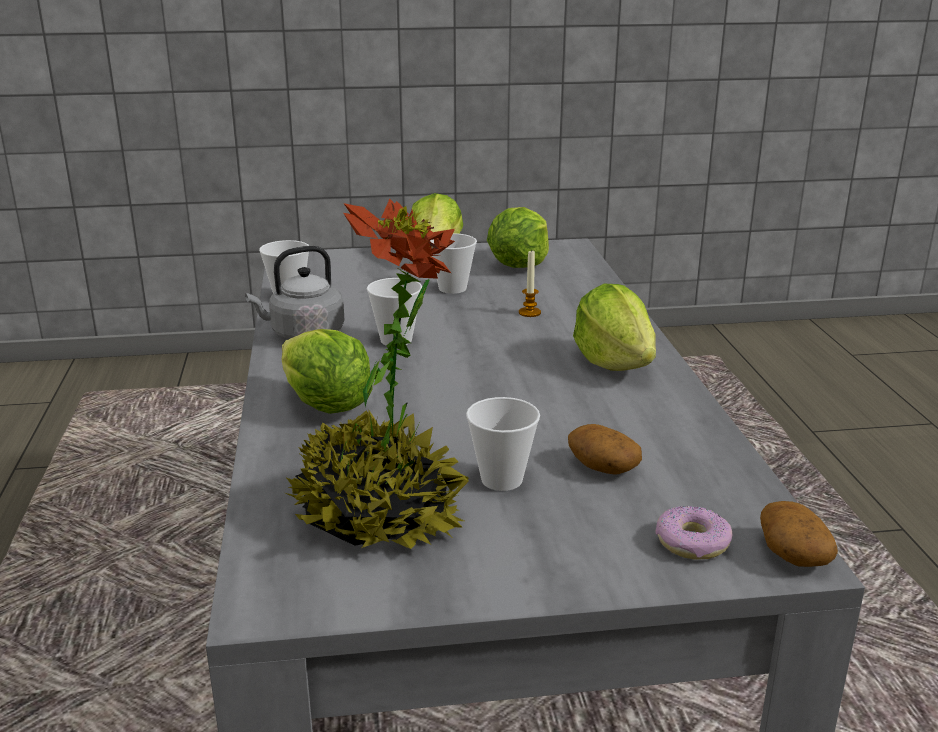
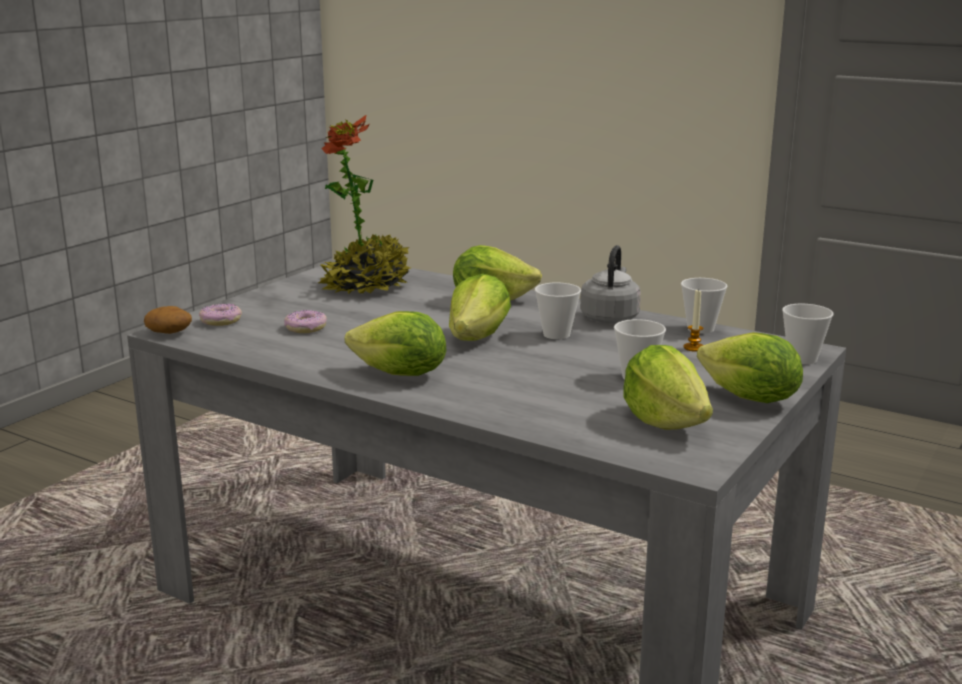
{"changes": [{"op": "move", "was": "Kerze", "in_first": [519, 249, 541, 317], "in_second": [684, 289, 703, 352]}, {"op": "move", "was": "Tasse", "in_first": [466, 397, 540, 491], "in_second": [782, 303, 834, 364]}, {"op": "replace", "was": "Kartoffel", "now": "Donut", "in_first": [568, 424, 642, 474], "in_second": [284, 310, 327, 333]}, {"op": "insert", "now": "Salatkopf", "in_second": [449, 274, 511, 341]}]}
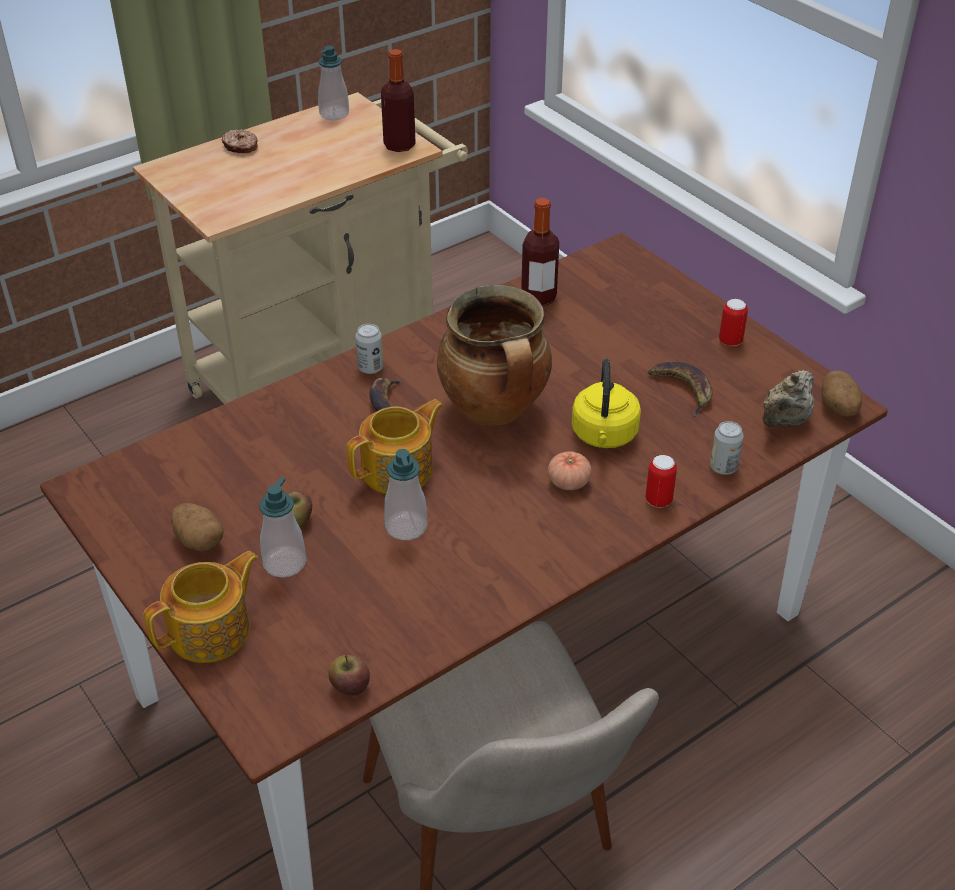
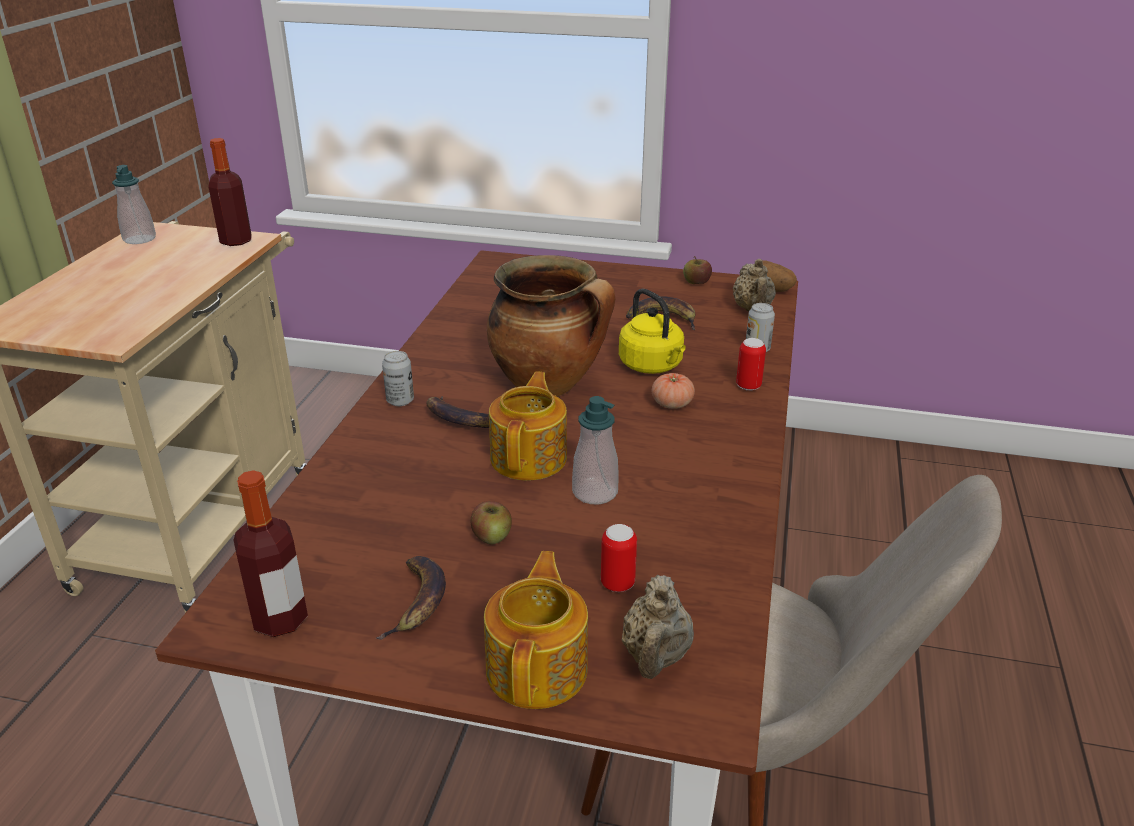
{"changes": [{"op": "delete", "was": "Donut", "in_first": [222, 129, 258, 153]}, {"op": "move", "was": "Flasche", "in_first": [521, 198, 559, 306], "in_second": [233, 470, 308, 637]}, {"op": "move", "was": "Dose", "in_first": [719, 299, 748, 346], "in_second": [601, 524, 637, 592]}, {"op": "delete", "was": "Seifenspender", "in_first": [259, 477, 306, 577]}, {"op": "replace", "was": "Kartoffel", "now": "Banane", "in_first": [171, 503, 223, 551], "in_second": [376, 556, 446, 640]}, {"op": "move", "was": "Apfel", "in_first": [328, 655, 370, 696], "in_second": [683, 256, 712, 284]}, {"op": "insert", "now": "Teekanne [beige]", "in_second": [621, 575, 694, 679]}]}
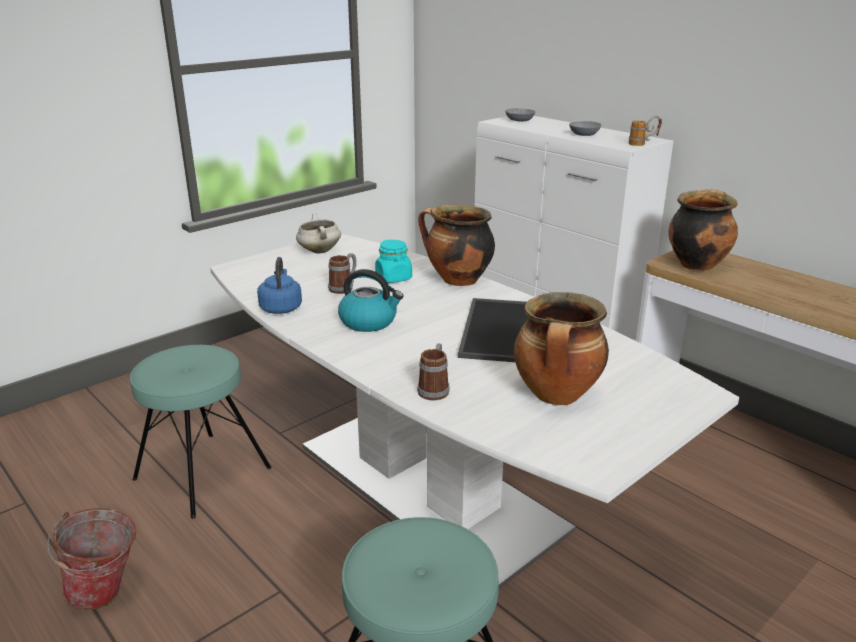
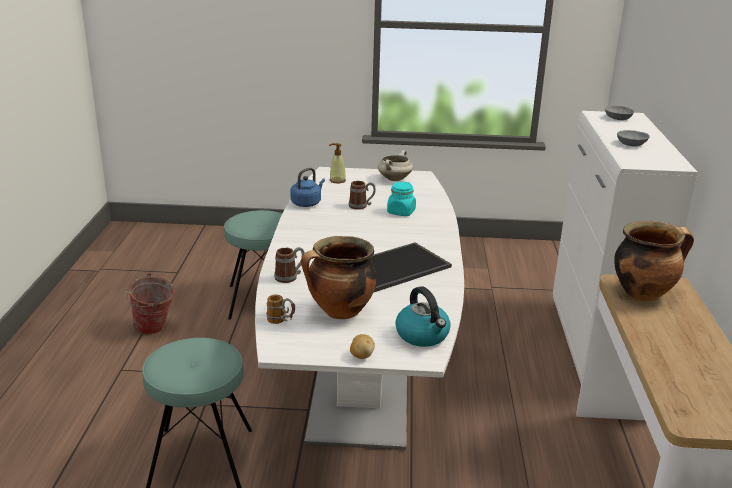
{"changes": [{"op": "move", "was": "Henkelbecher", "in_first": [629, 116, 662, 146], "in_second": [266, 294, 295, 324]}, {"op": "delete", "was": "Kochtopf", "in_first": [418, 205, 495, 286]}, {"op": "move", "was": "Wasserkessel", "in_first": [338, 269, 404, 332], "in_second": [395, 286, 451, 347]}, {"op": "insert", "now": "Seifenspender", "in_second": [329, 143, 346, 183]}, {"op": "insert", "now": "Kartoffel", "in_second": [350, 334, 375, 359]}]}
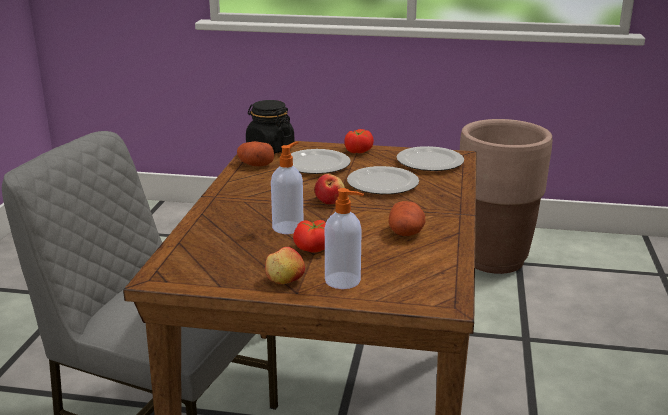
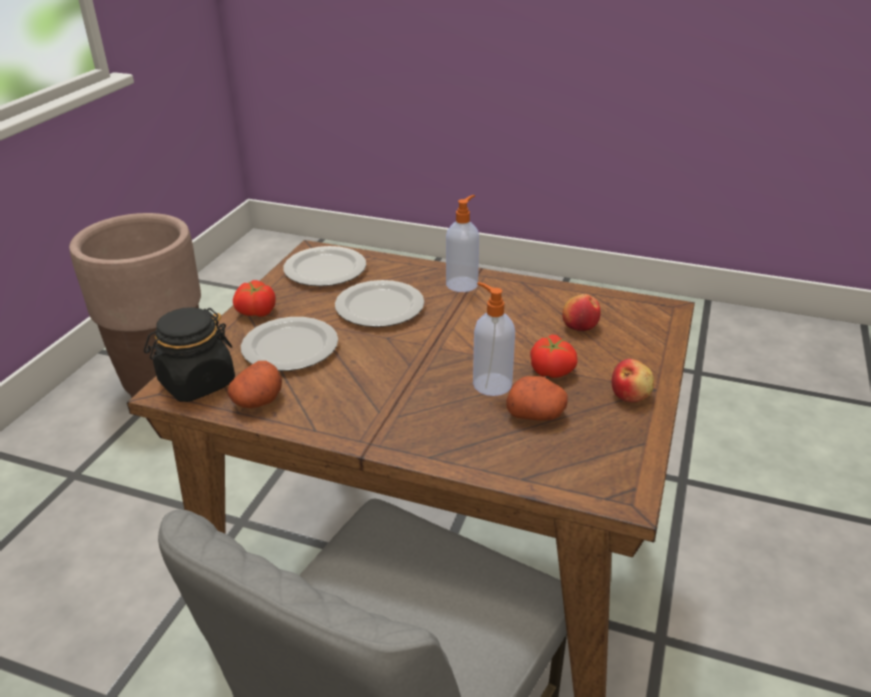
{"changes": [{"op": "move", "was": "Apfel", "in_first": [314, 174, 345, 204], "in_second": [562, 294, 601, 331]}, {"op": "move", "was": "Seifenspender", "in_first": [325, 188, 364, 289], "in_second": [446, 195, 479, 292]}, {"op": "move", "was": "Kartoffel", "in_first": [389, 201, 425, 236], "in_second": [506, 376, 568, 420]}]}
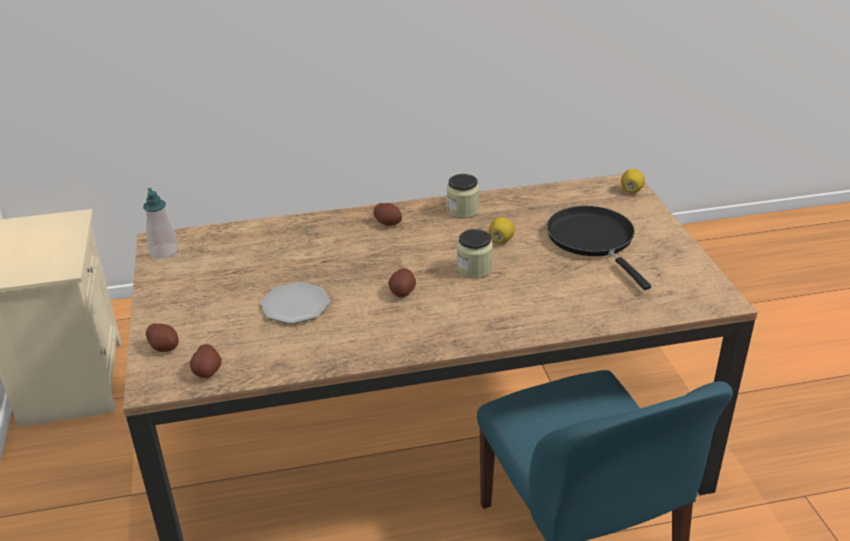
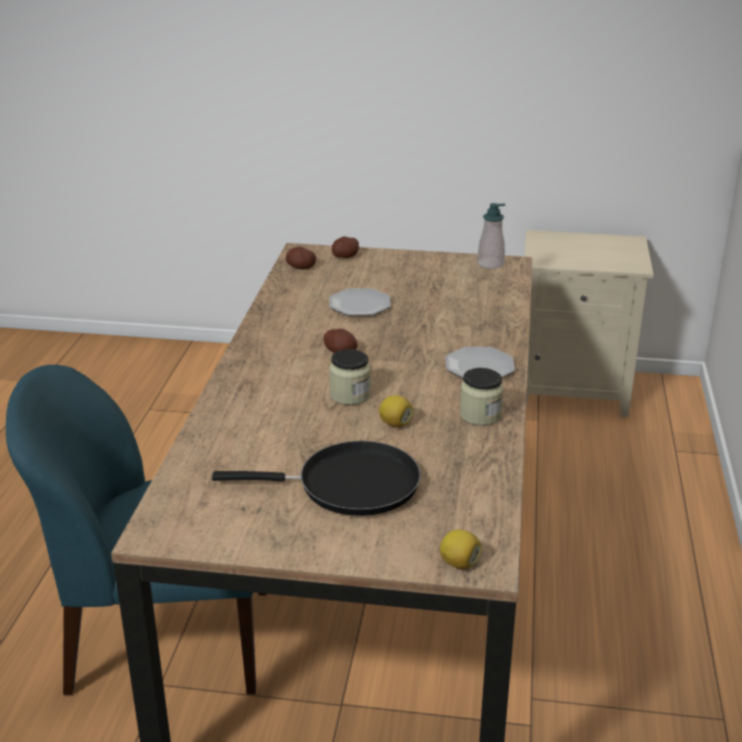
{"changes": [{"op": "replace", "was": "Kartoffel", "now": "Teller", "in_first": [374, 203, 402, 226], "in_second": [446, 347, 515, 379]}]}
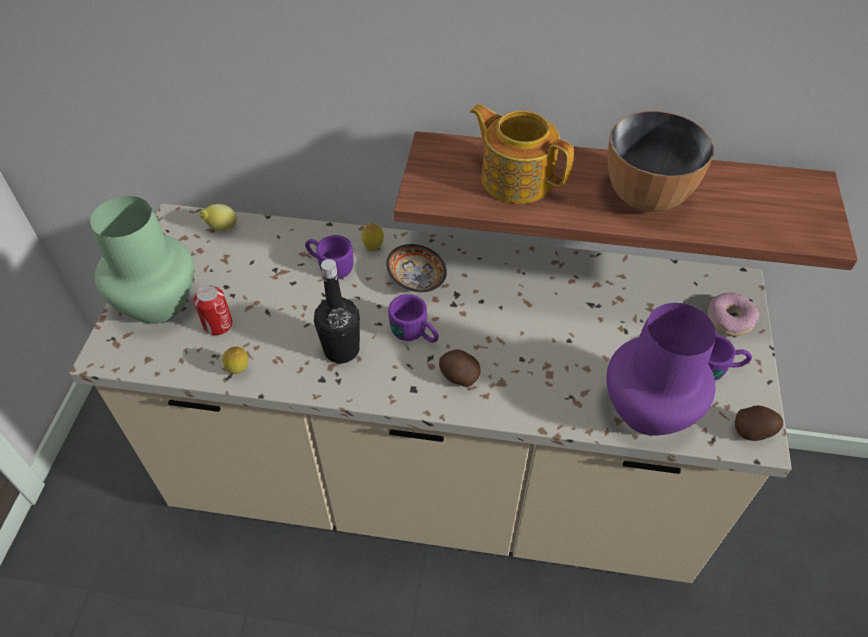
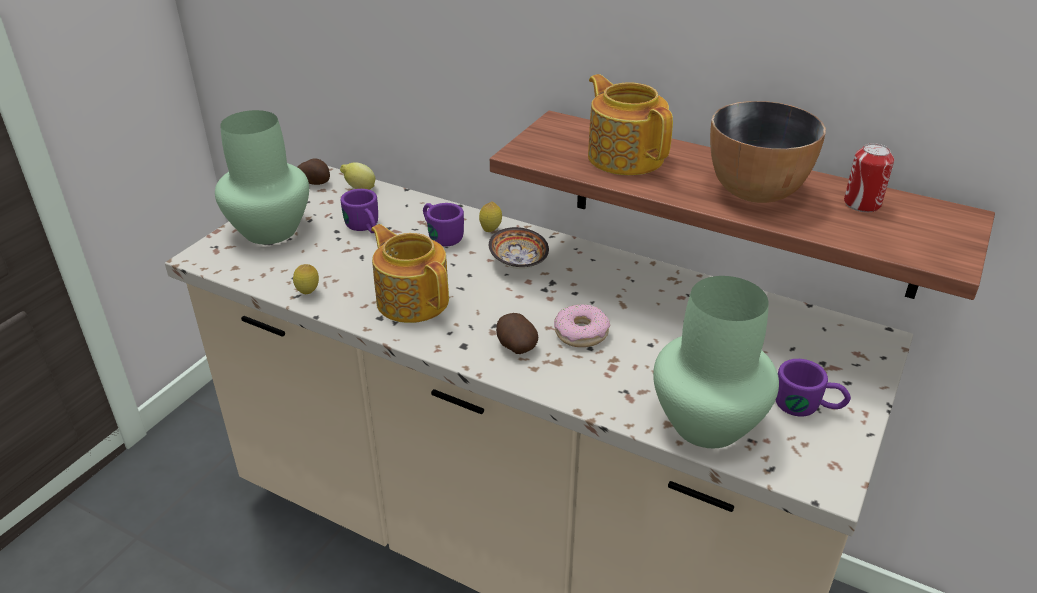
{"changes": [{"op": "replace", "was": "Flasche [schwarz]", "now": "Teekanne", "in_first": [314, 259, 360, 363], "in_second": [371, 224, 449, 323]}, {"op": "move", "was": "Dose", "in_first": [193, 285, 232, 335], "in_second": [844, 143, 894, 212]}, {"op": "move", "was": "Donut", "in_first": [707, 292, 759, 336], "in_second": [554, 304, 610, 347]}, {"op": "move", "was": "Henkelbecher [lila]", "in_first": [388, 294, 439, 343], "in_second": [341, 189, 378, 233]}, {"op": "recolor", "was": "Vase [lila]", "now": "Vase [grün]", "in_first": [606, 303, 716, 436], "in_second": [653, 276, 779, 448]}, {"op": "move", "was": "Kartoffel", "in_first": [735, 406, 783, 441], "in_second": [298, 158, 330, 185]}]}
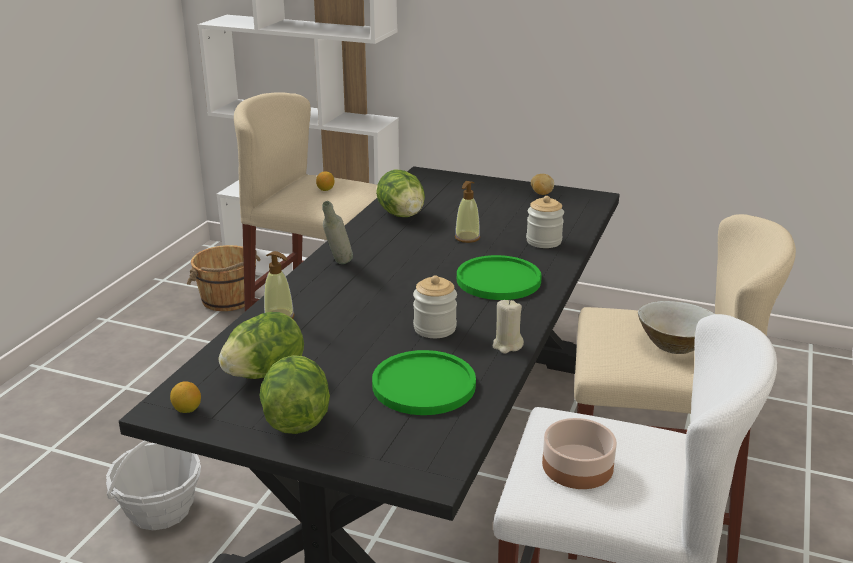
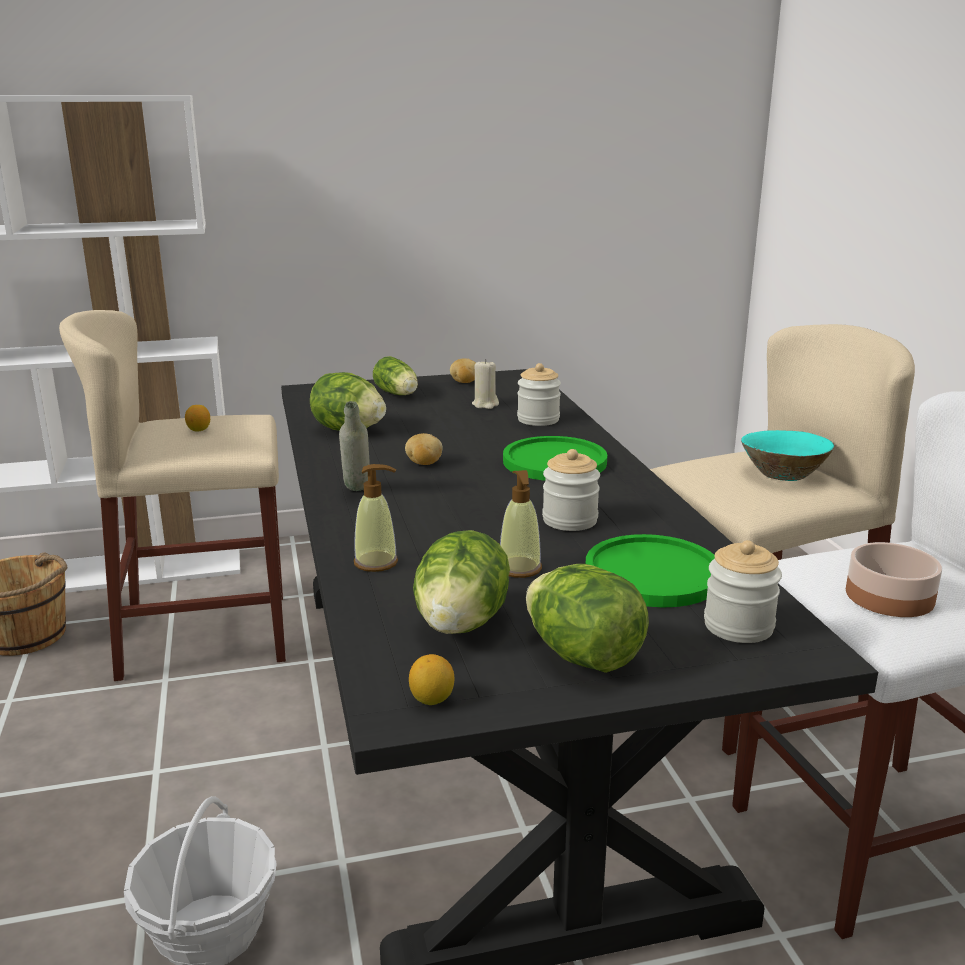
{"changes": [{"op": "move", "was": "Seifenspender", "in_first": [455, 181, 480, 243], "in_second": [500, 470, 542, 578]}, {"op": "move", "was": "Kerze [beige]", "in_first": [493, 300, 524, 354], "in_second": [472, 359, 499, 409]}, {"op": "recolor", "was": "Schüssel [beige]", "now": "Schüssel [türkis]", "in_first": [638, 301, 715, 354], "in_second": [741, 430, 834, 481]}, {"op": "insert", "now": "Salatkopf", "in_second": [373, 356, 418, 395]}, {"op": "insert", "now": "Kartoffel", "in_second": [405, 433, 443, 465]}, {"op": "insert", "now": "Vorratsglas", "in_second": [704, 540, 782, 643]}]}
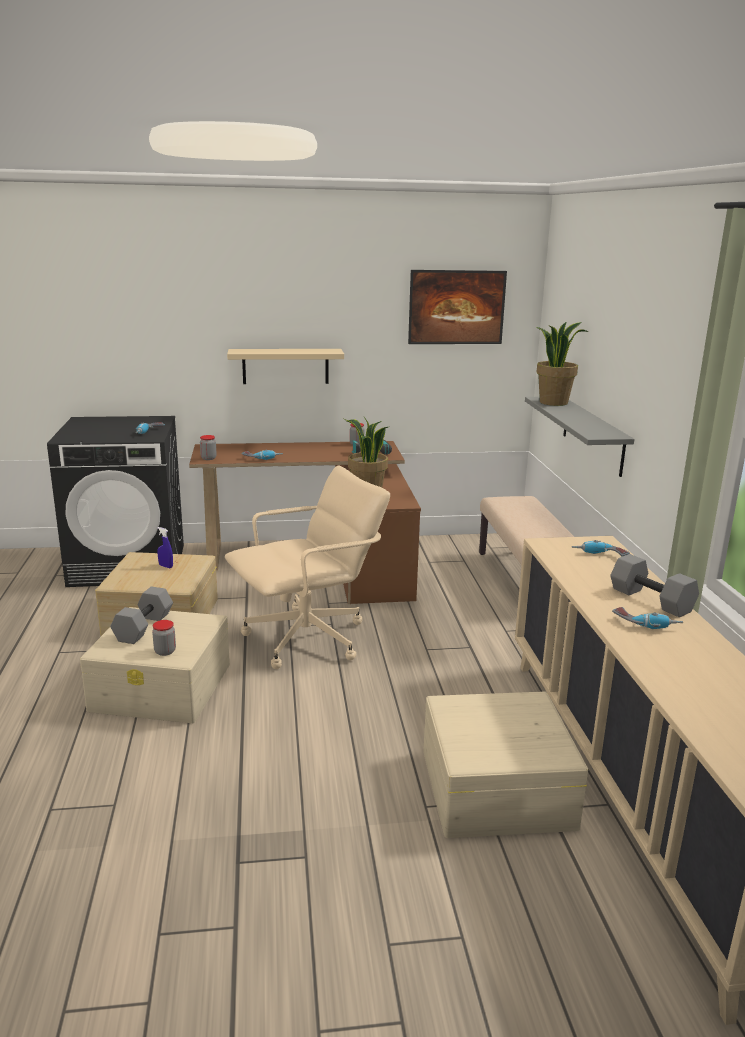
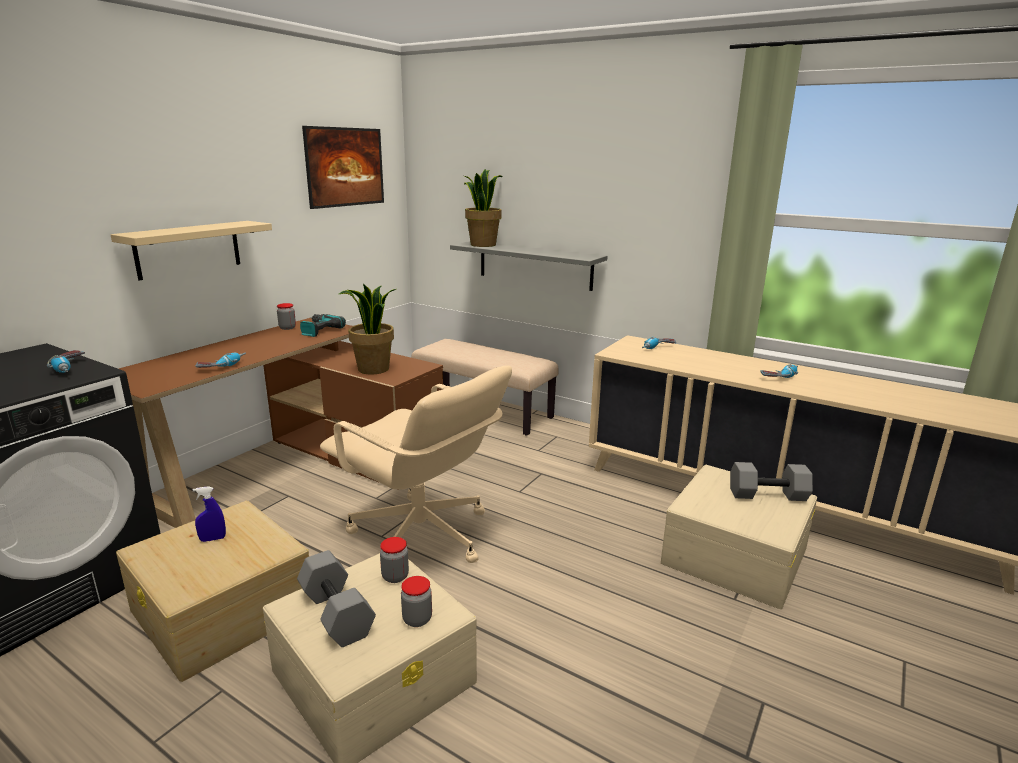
{"changes": [{"op": "move", "was": "Vorratsglas", "in_first": [200, 435, 217, 460], "in_second": [380, 537, 409, 583]}, {"op": "rotate", "was": "Bürostuhl [beige]", "in_first": [225, 465, 390, 669], "in_second": [320, 366, 512, 563], "clockwise": 120}, {"op": "move", "was": "Hantel [grau]", "in_first": [610, 554, 699, 617], "in_second": [730, 462, 813, 501]}]}
